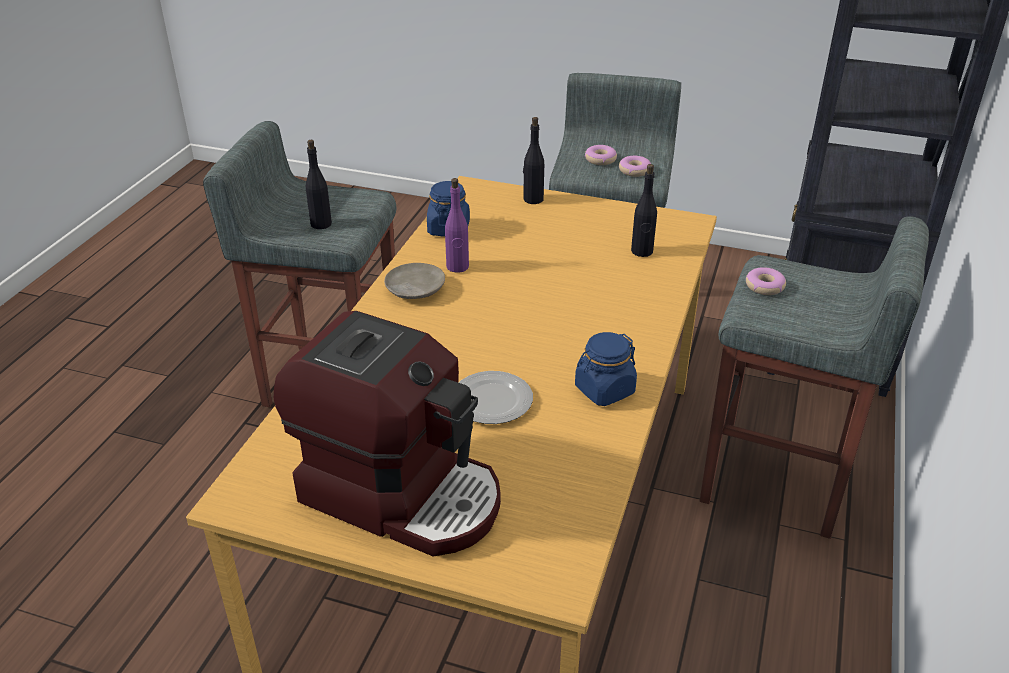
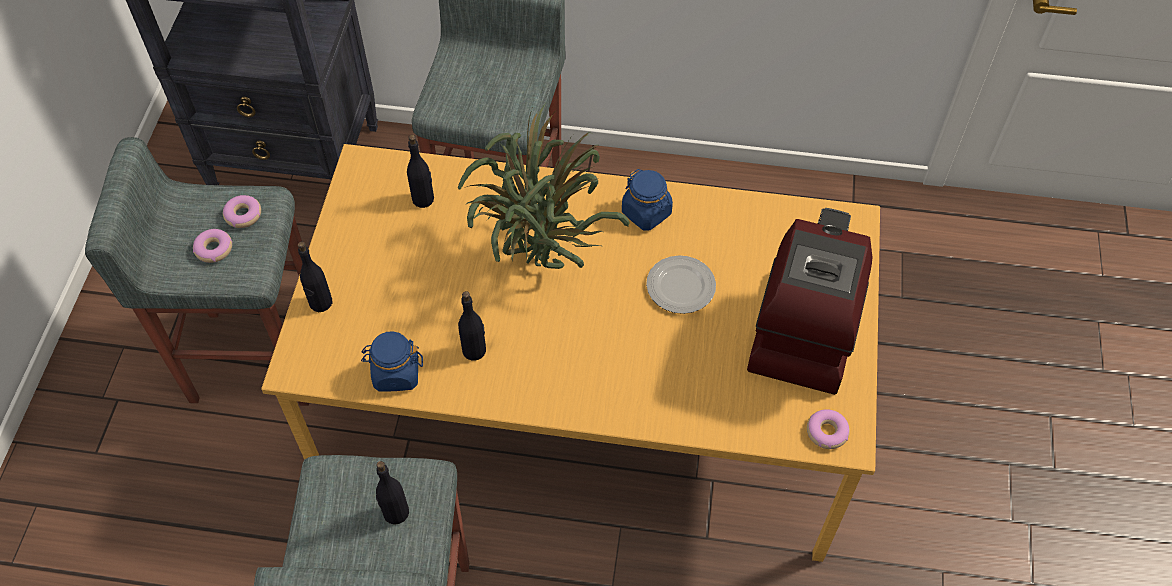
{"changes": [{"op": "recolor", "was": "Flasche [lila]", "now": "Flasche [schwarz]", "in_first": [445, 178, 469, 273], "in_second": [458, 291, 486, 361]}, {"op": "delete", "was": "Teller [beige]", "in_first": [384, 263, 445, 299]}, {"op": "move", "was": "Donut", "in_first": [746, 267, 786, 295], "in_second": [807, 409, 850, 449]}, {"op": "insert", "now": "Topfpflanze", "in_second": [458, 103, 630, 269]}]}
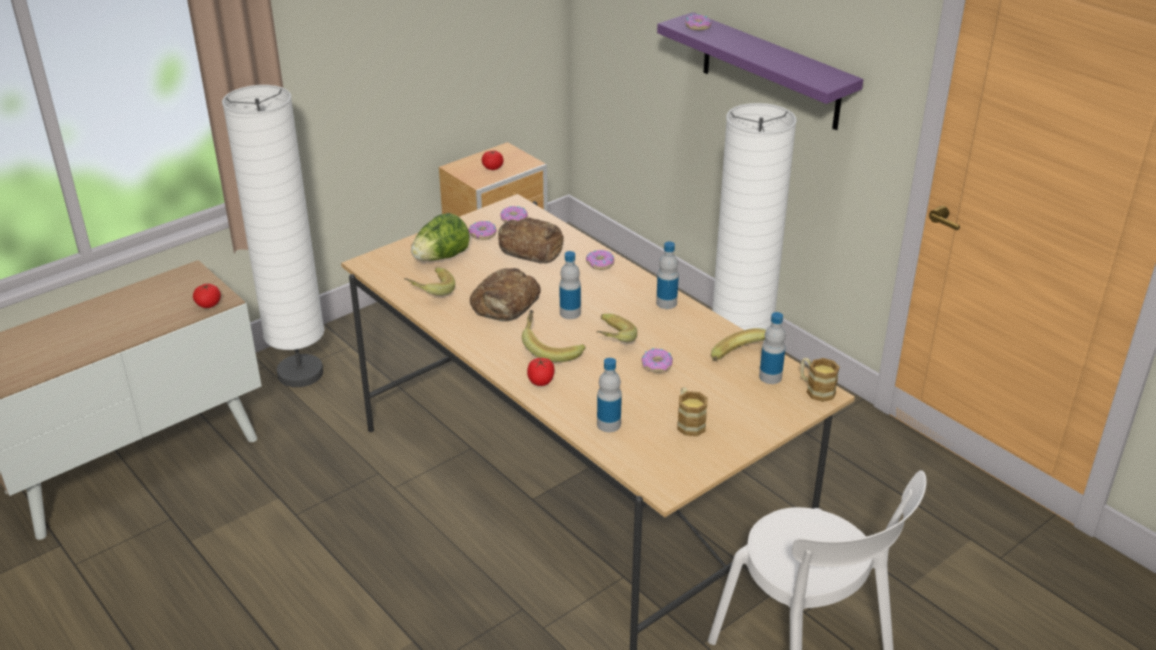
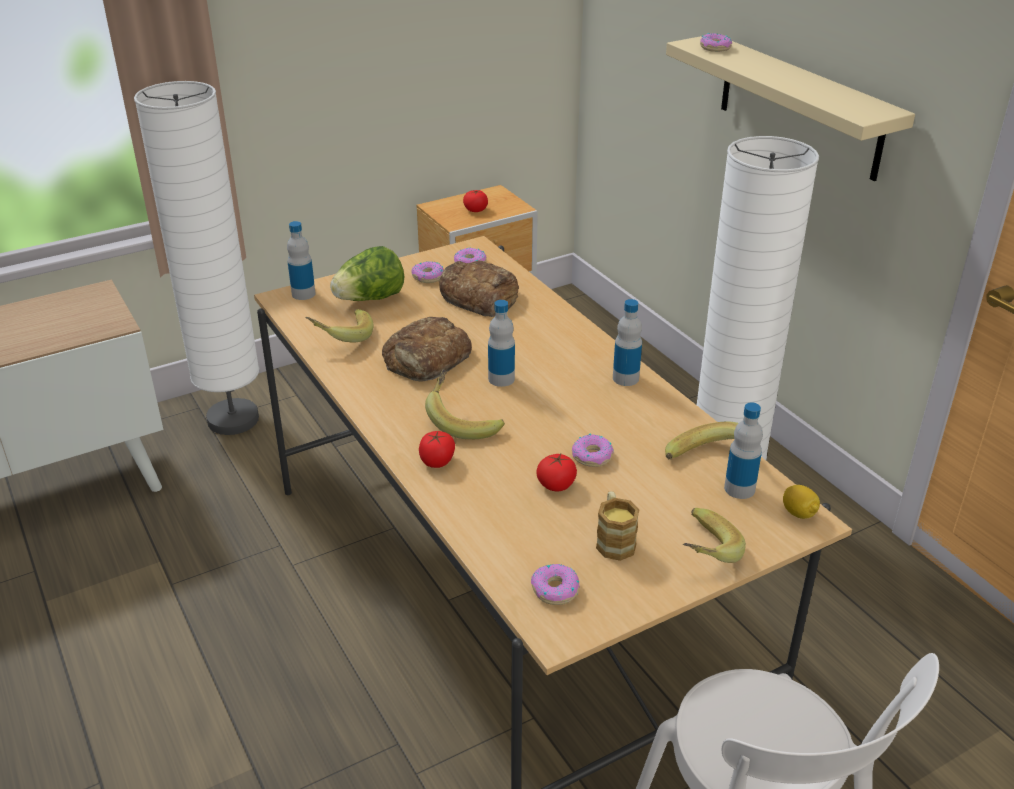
{"changes": [{"op": "recolor", "was": "Wandregal [lila]", "now": "Wandregal [beige]", "in_first": [657, 12, 863, 130], "in_second": [666, 36, 915, 181]}, {"op": "move", "was": "Donut", "in_first": [586, 250, 614, 270], "in_second": [531, 564, 580, 605]}, {"op": "move", "was": "Tomate", "in_first": [193, 283, 221, 308], "in_second": [536, 454, 577, 491]}, {"op": "move", "was": "Banane", "in_first": [596, 314, 637, 342], "in_second": [683, 508, 746, 563]}, {"op": "move", "was": "Flasche", "in_first": [597, 358, 622, 432], "in_second": [287, 221, 315, 300]}, {"op": "replace", "was": "Henkelbecher", "now": "Zitrone", "in_first": [800, 358, 840, 402], "in_second": [783, 485, 820, 519]}]}
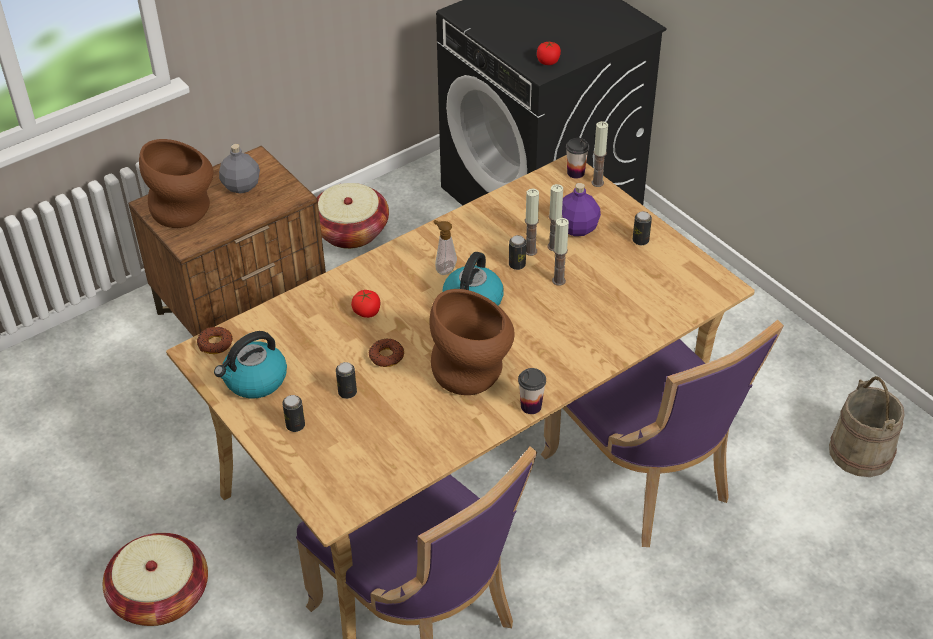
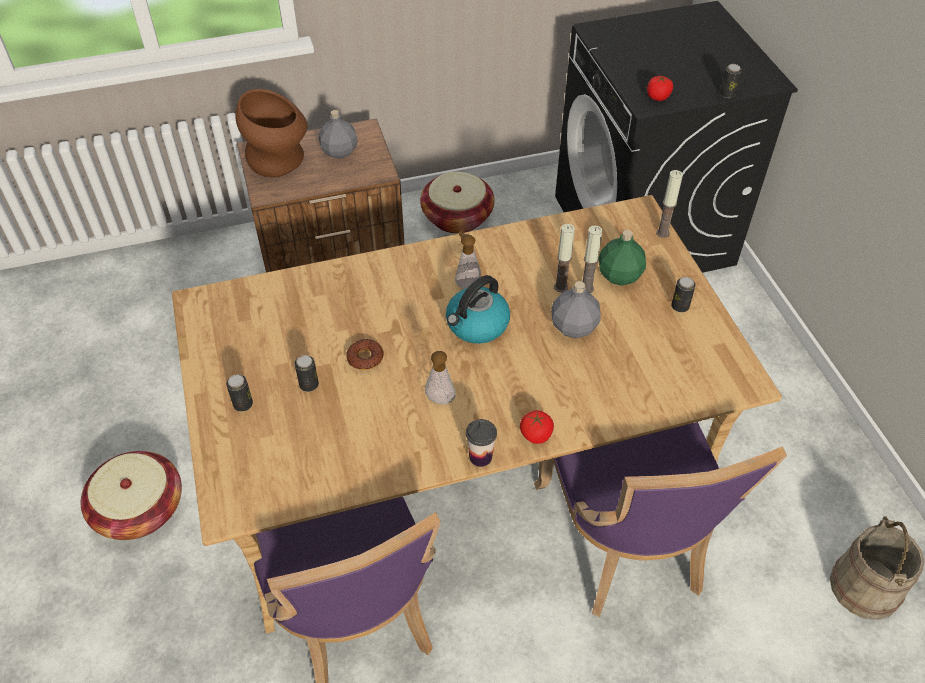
{"changes": [{"op": "delete", "was": "Tasse", "in_first": [566, 138, 589, 179]}, {"op": "recolor", "was": "Flasche [lila]", "now": "Flasche [grün]", "in_first": [562, 183, 601, 236], "in_second": [599, 230, 646, 286]}, {"op": "replace", "was": "Kerze", "now": "Flasche [grau]", "in_first": [552, 218, 569, 286], "in_second": [551, 281, 601, 339]}, {"op": "move", "was": "Dose", "in_first": [509, 235, 526, 270], "in_second": [720, 64, 742, 98]}, {"op": "replace", "was": "Vase [braun]", "now": "Seifenspender", "in_first": [429, 289, 515, 395], "in_second": [425, 351, 456, 404]}, {"op": "move", "was": "Tomate", "in_first": [351, 290, 380, 318], "in_second": [520, 410, 554, 444]}, {"op": "delete", "was": "Donut", "in_first": [197, 327, 233, 354]}, {"op": "delete", "was": "Wasserkessel", "in_first": [214, 331, 287, 398]}]}
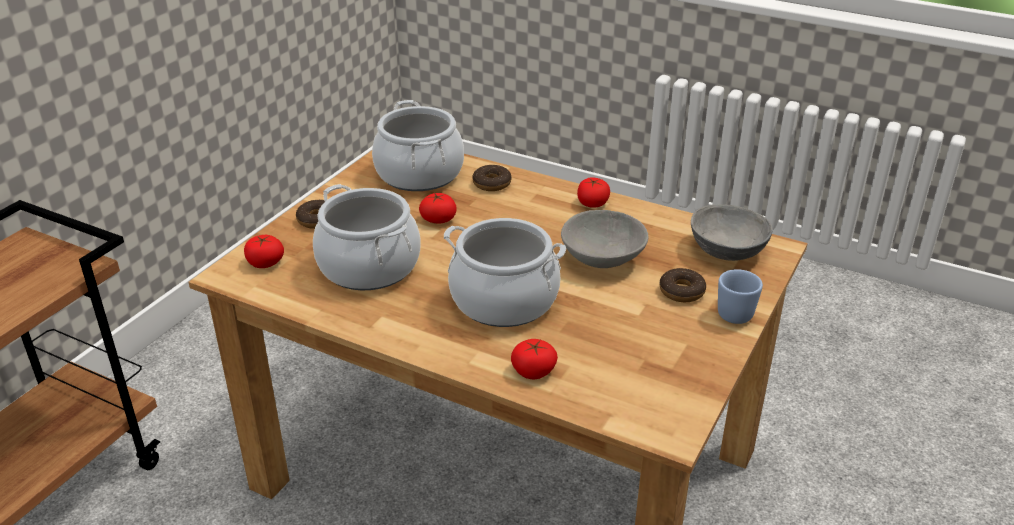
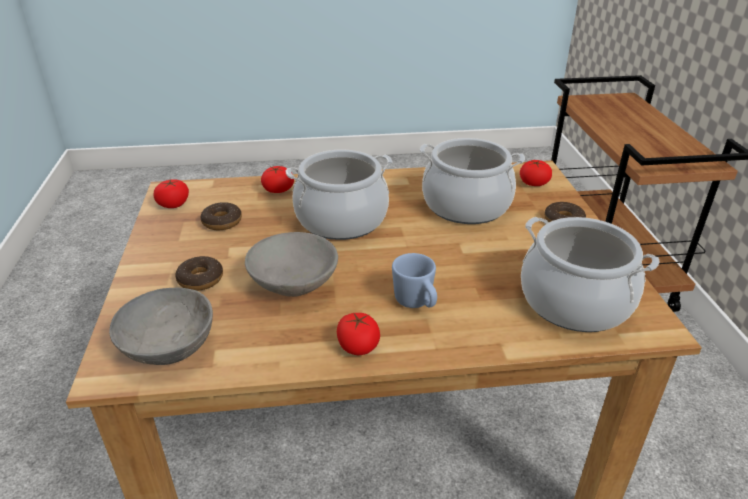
{"changes": [{"op": "move", "was": "Donut", "in_first": [472, 165, 511, 191], "in_second": [200, 202, 242, 230]}, {"op": "move", "was": "Tomate", "in_first": [419, 192, 457, 224], "in_second": [154, 179, 189, 208]}, {"op": "move", "was": "Henkelbecher [blau]", "in_first": [718, 269, 763, 324], "in_second": [392, 253, 437, 308]}]}
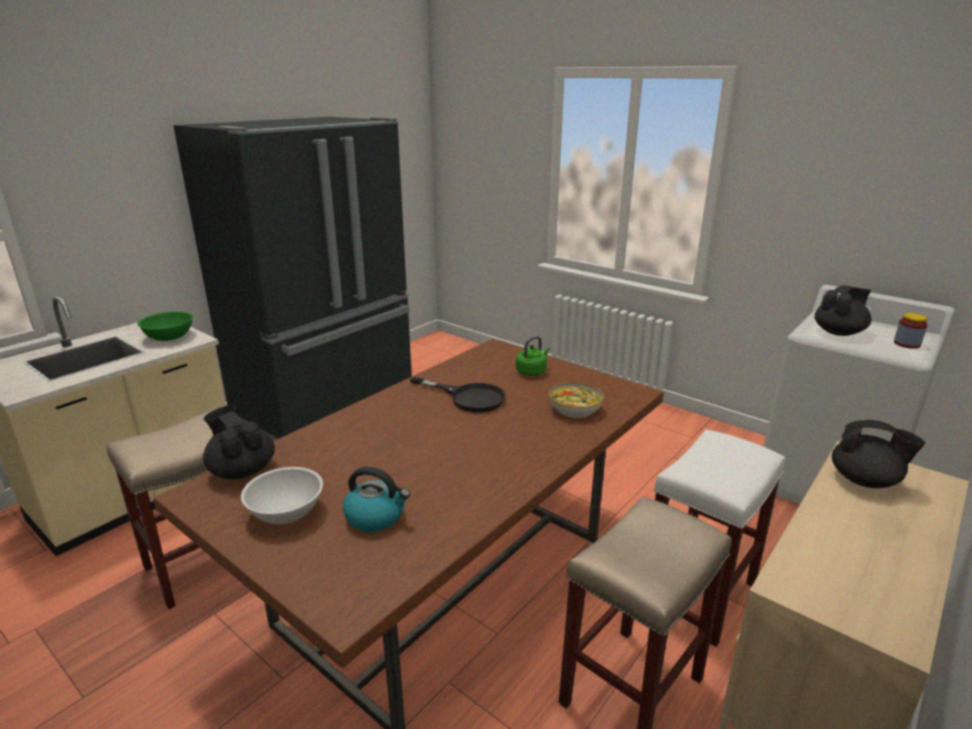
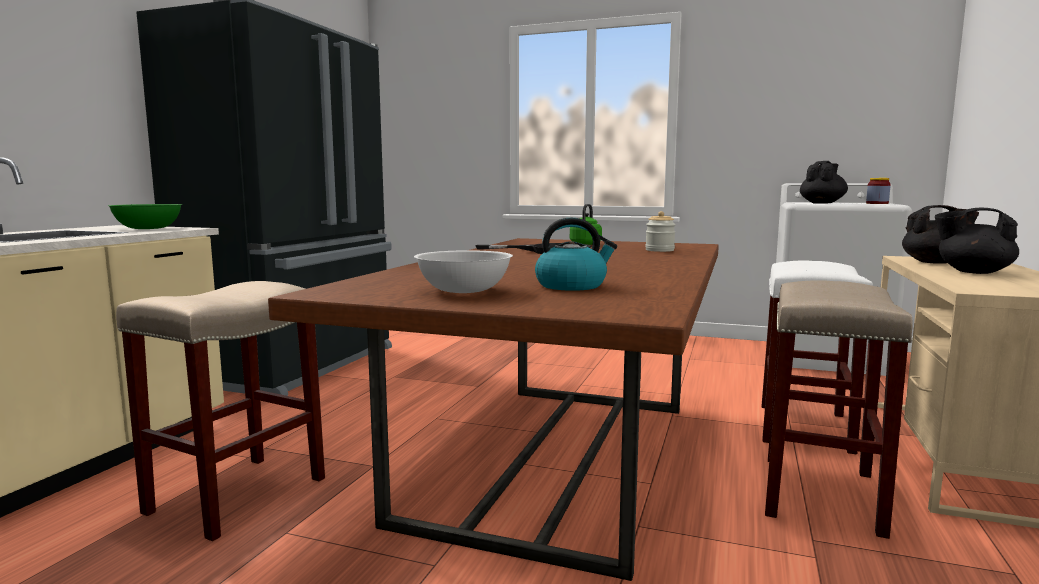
{"changes": [{"op": "replace", "was": "Schüssel", "now": "Vorratsglas", "in_first": [549, 382, 604, 418], "in_second": [645, 211, 676, 252]}, {"op": "move", "was": "Teekanne [schwarz]", "in_first": [203, 405, 275, 479], "in_second": [935, 208, 1019, 274]}]}
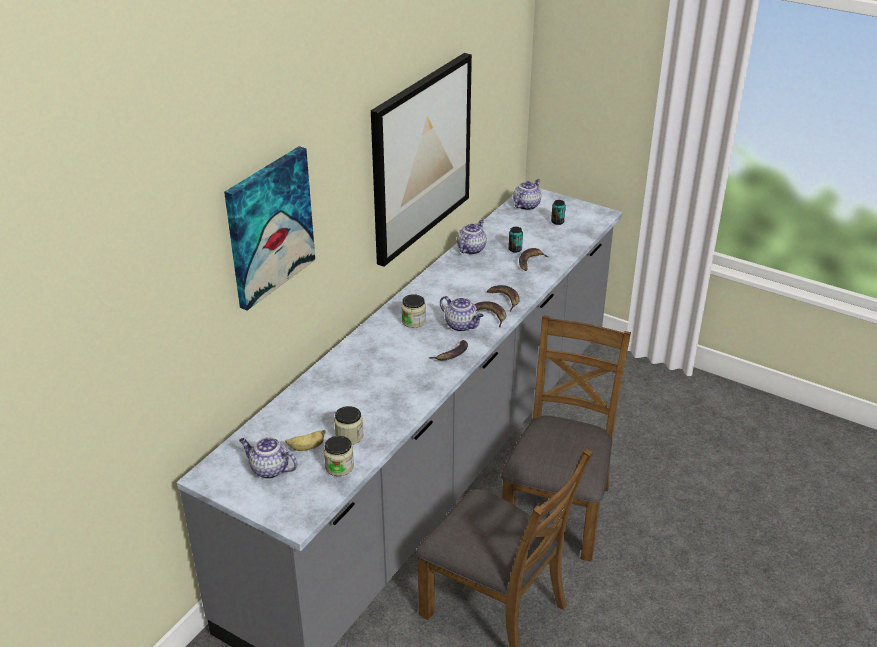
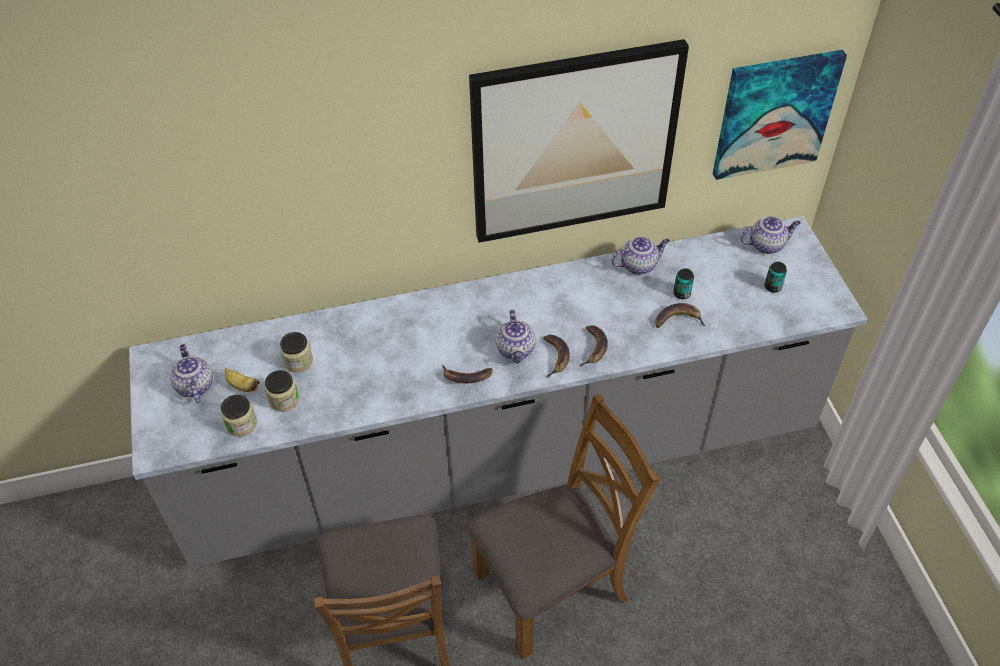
{"changes": [{"op": "move", "was": "Bild", "in_first": [224, 146, 315, 310], "in_second": [713, 50, 847, 180]}, {"op": "move", "was": "Vorratsglas", "in_first": [401, 294, 426, 328], "in_second": [280, 332, 313, 373]}]}
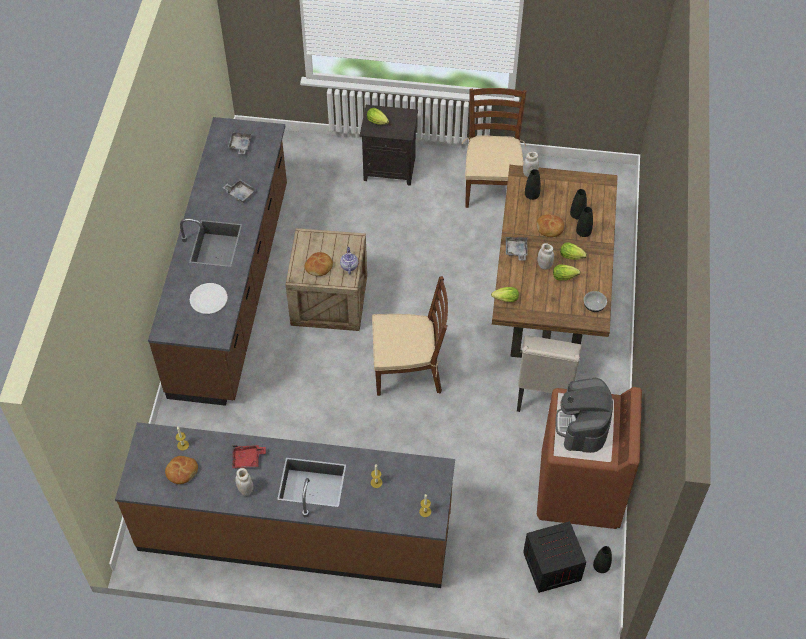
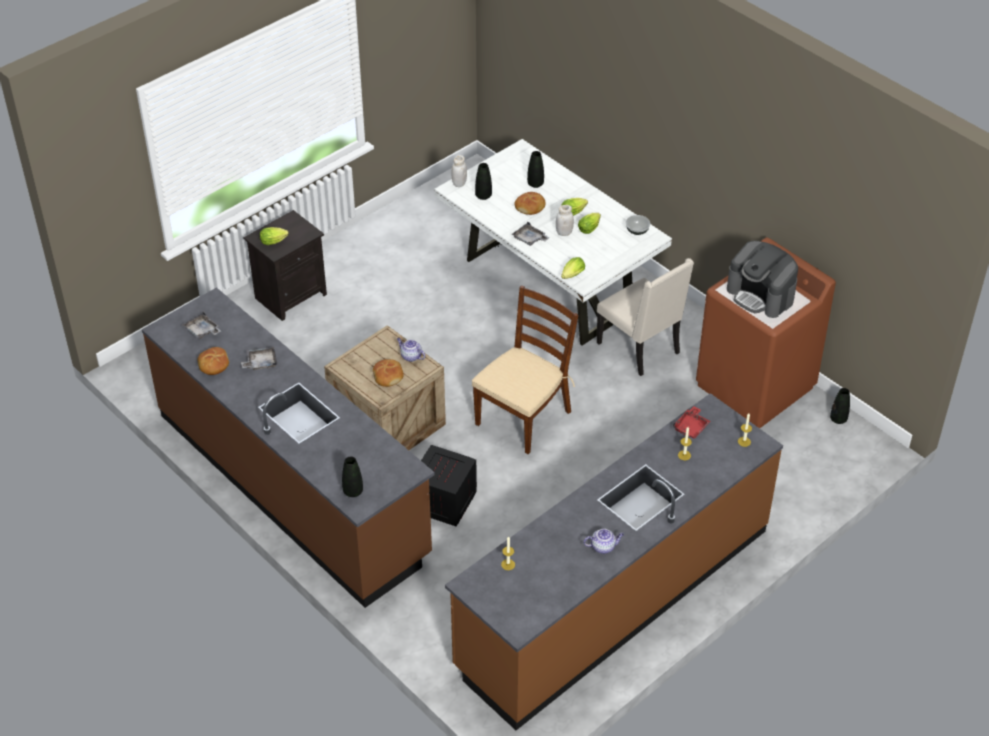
{"changes": [{"op": "delete", "was": "Stuhl [braun]", "in_first": [462, 88, 527, 208]}, {"op": "recolor", "was": "Esstisch [braun]", "now": "Esstisch [weiß]", "in_first": [492, 165, 618, 358], "in_second": [434, 139, 672, 346]}, {"op": "move", "was": "Vase [schwarz]", "in_first": [576, 207, 593, 237], "in_second": [342, 456, 363, 497]}, {"op": "delete", "was": "Teller [weiß]", "in_first": [190, 283, 228, 314]}, {"op": "move", "was": "Tablett [rot]", "in_first": [232, 445, 266, 468], "in_second": [672, 406, 710, 439]}, {"op": "move", "was": "Brot", "in_first": [165, 456, 198, 484], "in_second": [197, 347, 229, 375]}, {"op": "replace", "was": "Vorratsglas [weiß]", "now": "Teekanne", "in_first": [235, 468, 253, 496], "in_second": [583, 529, 624, 554]}, {"op": "move", "was": "Kiste", "in_first": [523, 521, 586, 593], "in_second": [421, 445, 477, 526]}]}
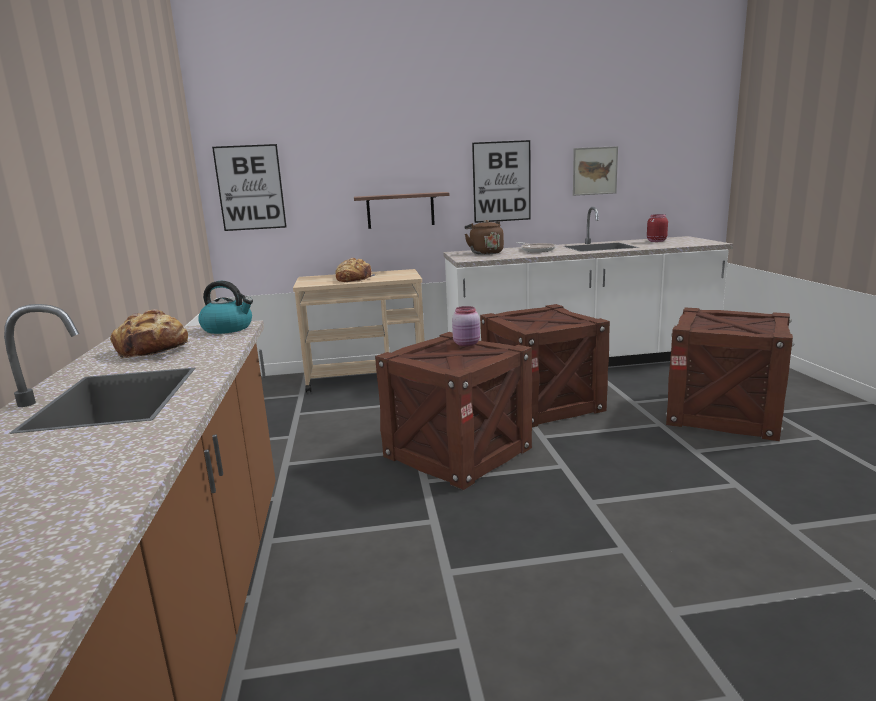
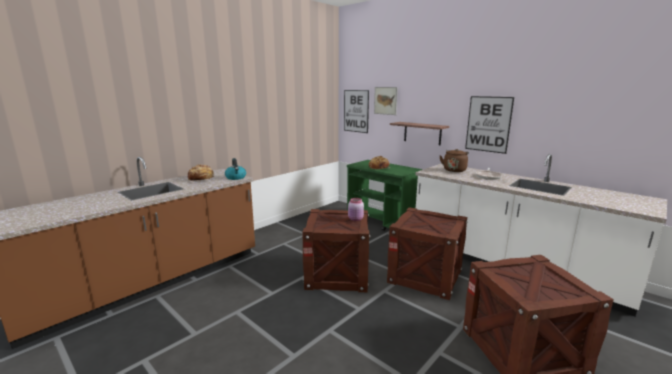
{"changes": [{"op": "move", "was": "Bild", "in_first": [573, 146, 618, 196], "in_second": [374, 87, 398, 115]}, {"op": "delete", "was": "Vorratsglas [rot]", "in_first": [647, 214, 668, 242]}, {"op": "recolor", "was": "Rollwagen [beige]", "now": "Rollwagen [grün]", "in_first": [293, 269, 425, 393], "in_second": [347, 160, 423, 231]}]}
